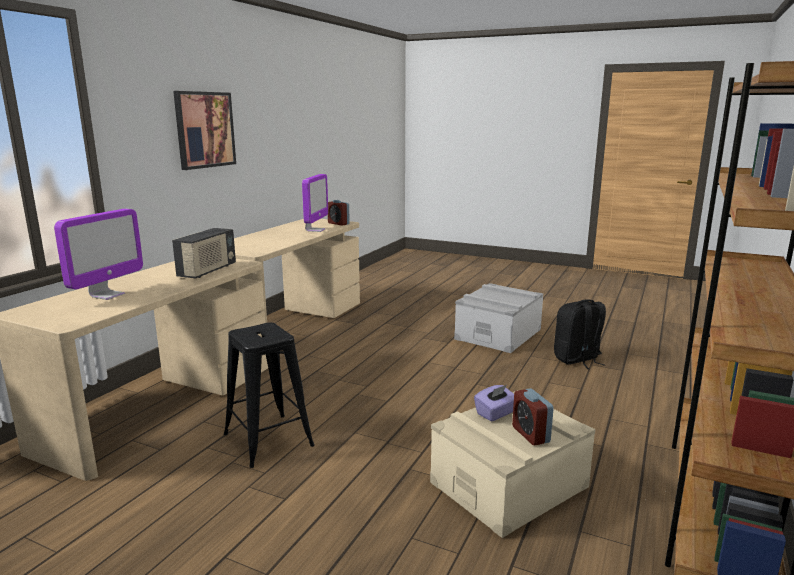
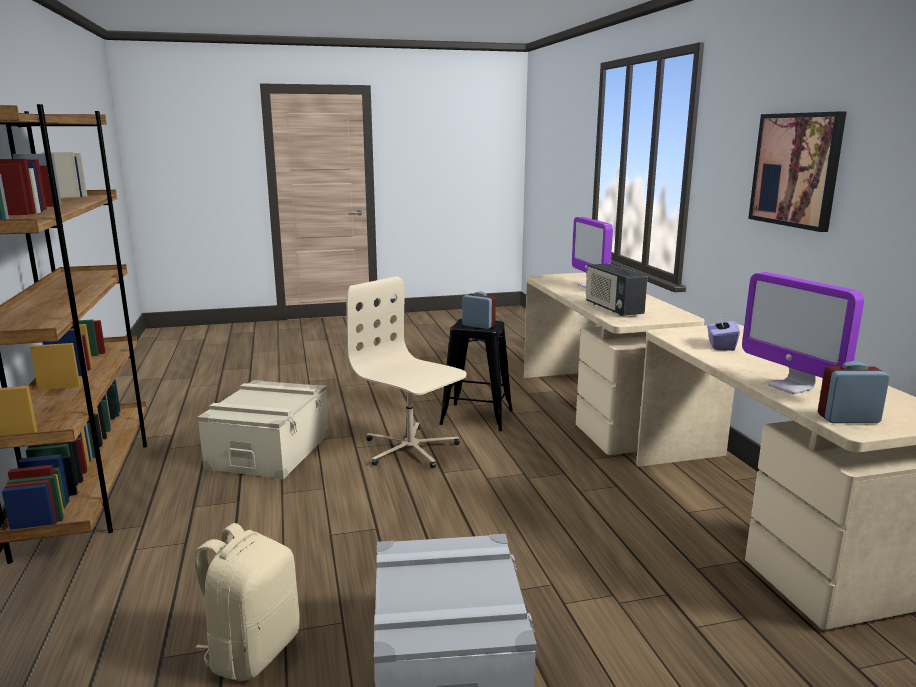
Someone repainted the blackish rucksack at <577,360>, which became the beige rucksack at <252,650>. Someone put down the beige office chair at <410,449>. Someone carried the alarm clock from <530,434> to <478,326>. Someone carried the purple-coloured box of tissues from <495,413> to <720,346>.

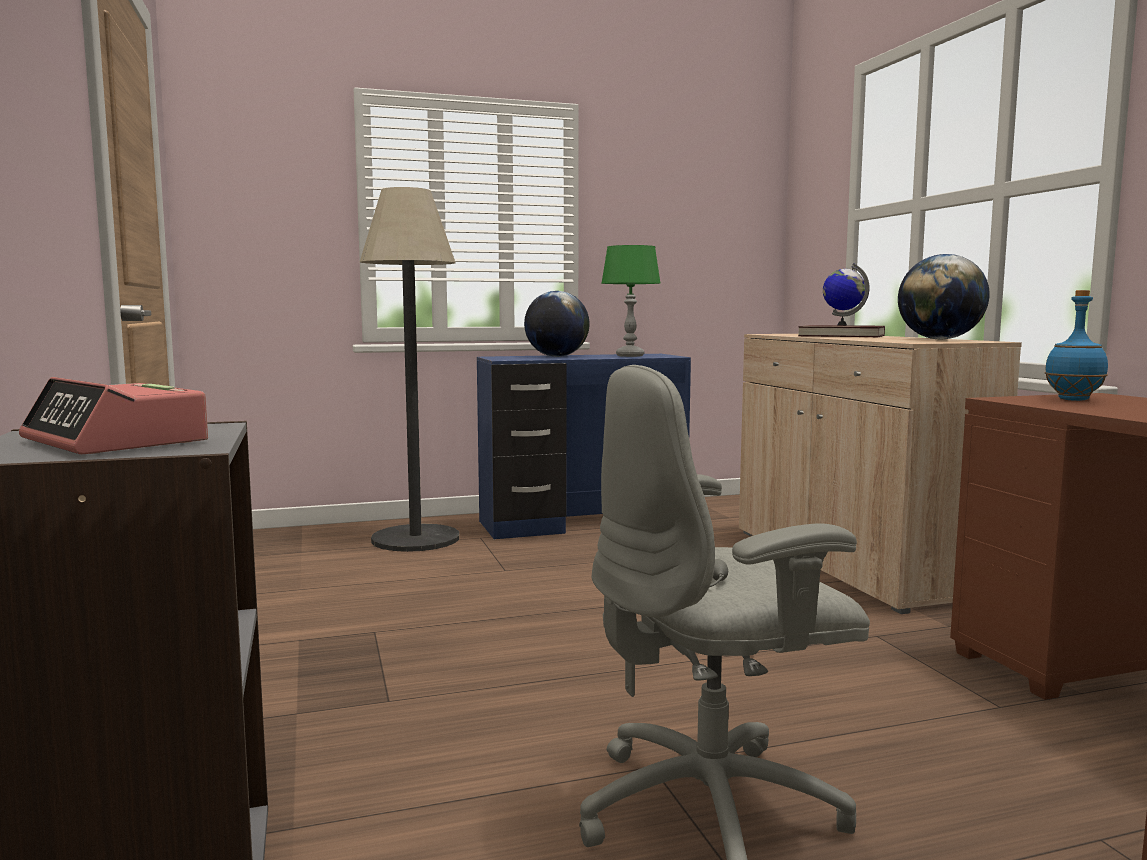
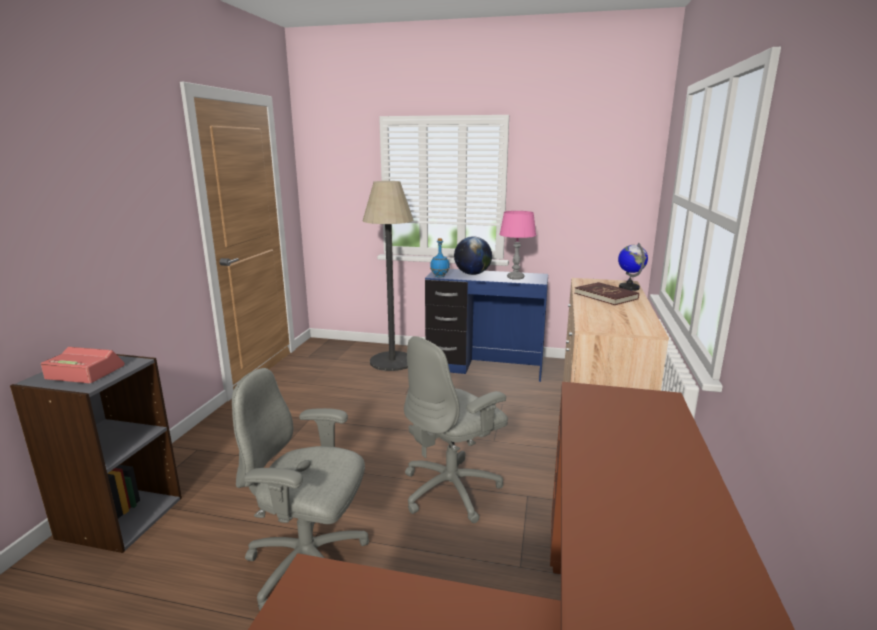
Someone rotated the alarm clock at <116,441> by 120 degrees clockwise. Someone put down the grey office chair at <452,490>. Someone carried the blue drink bottle from <1073,399> to <440,276>. Someone repainted the green tabletop lamp at <629,356>, which became the pinkish tabletop lamp at <515,277>. Someone took away the globe at <940,339>.

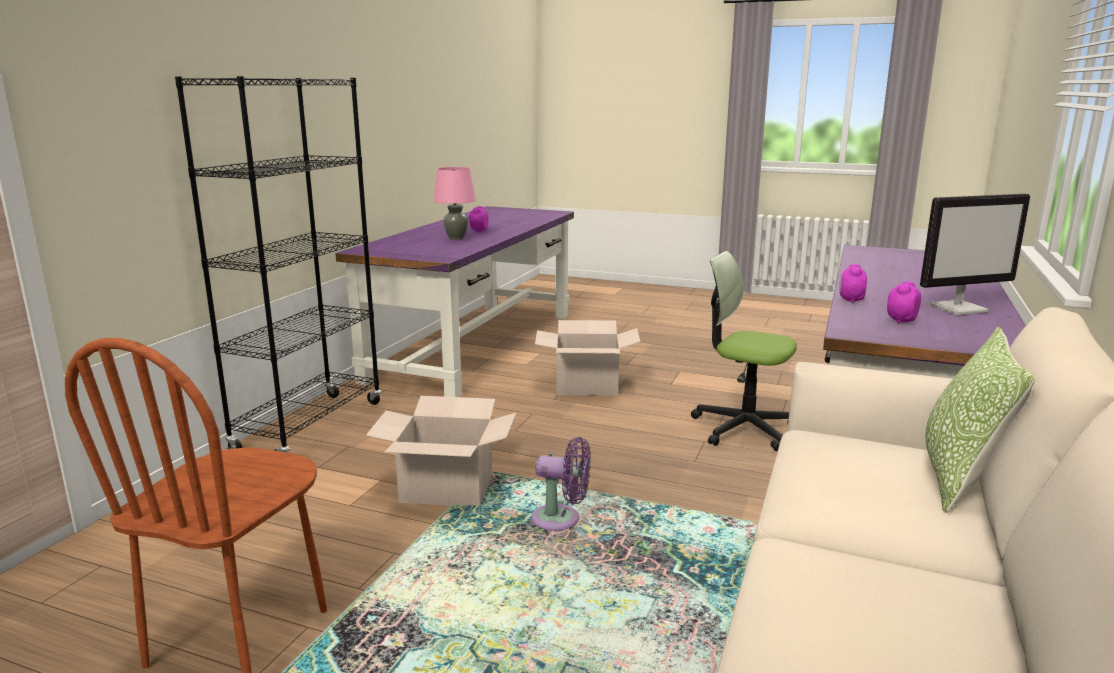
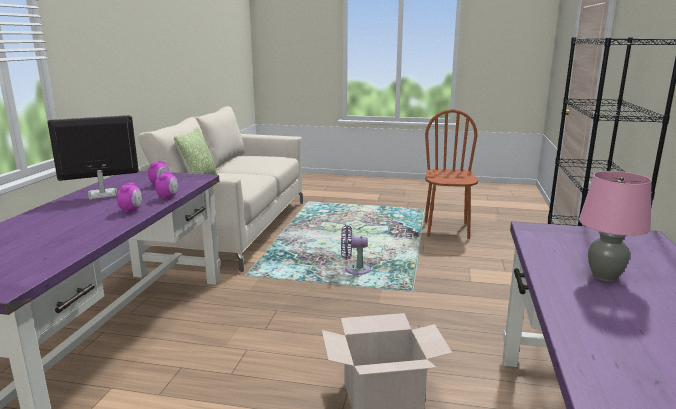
Someone carried the alarm clock from <478,231> to <131,210>. Someone took away the carton at <447,488>. Someone took away the office chair at <743,428>.

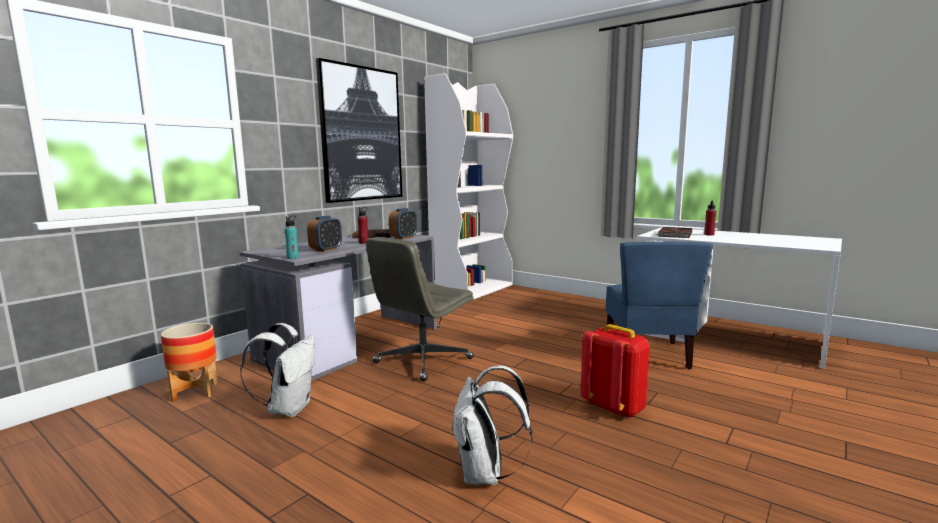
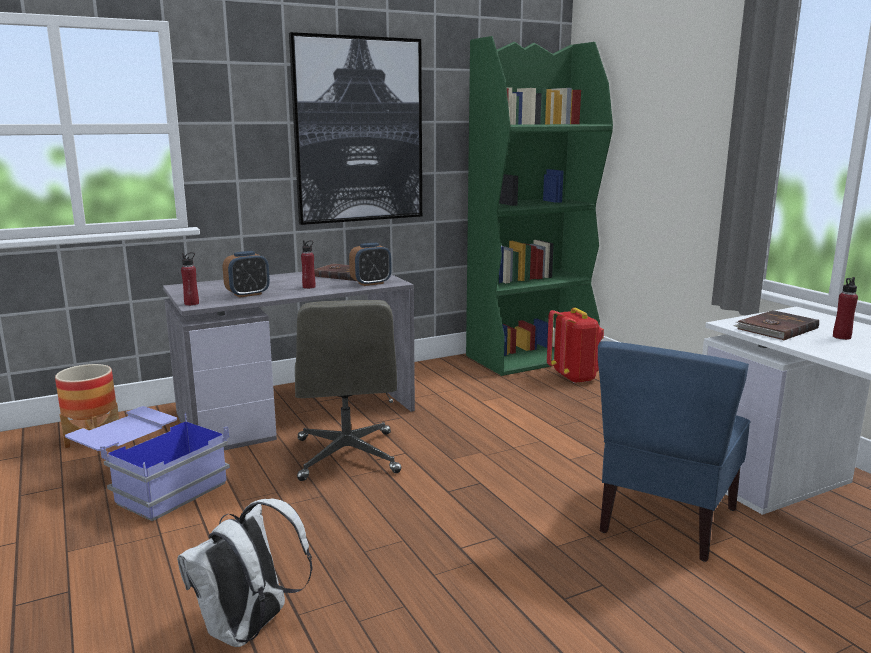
Someone swapped the whitish rucksack at <288,408> for the blue storage box at <151,484>. Someone repainted the turquoise drink bottle at <293,258>, which became the red-coloured drink bottle at <191,303>. Someone rotated the grey office chair at <422,361> by 75 degrees counterclockwise. Someone repainted the whitish shelving unit at <472,289>, which became the green shelving unit at <531,356>. Someone carried the red-coloured rucksack from <614,408> to <574,377>.

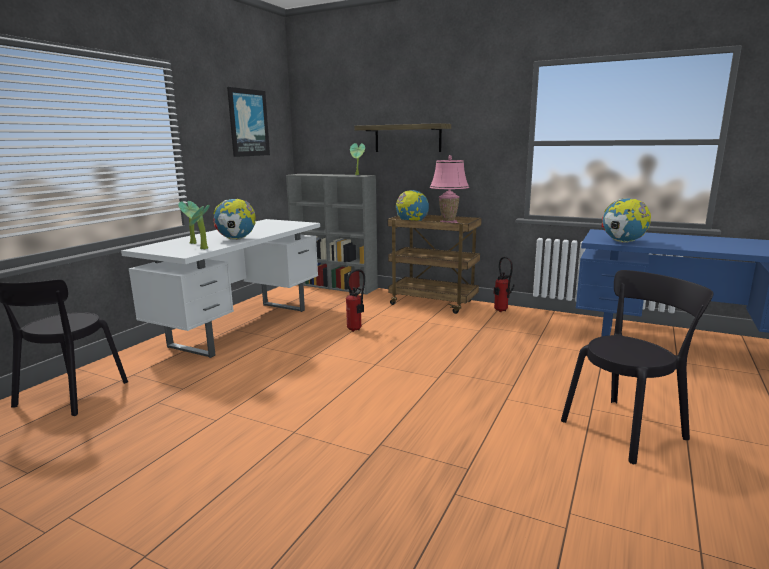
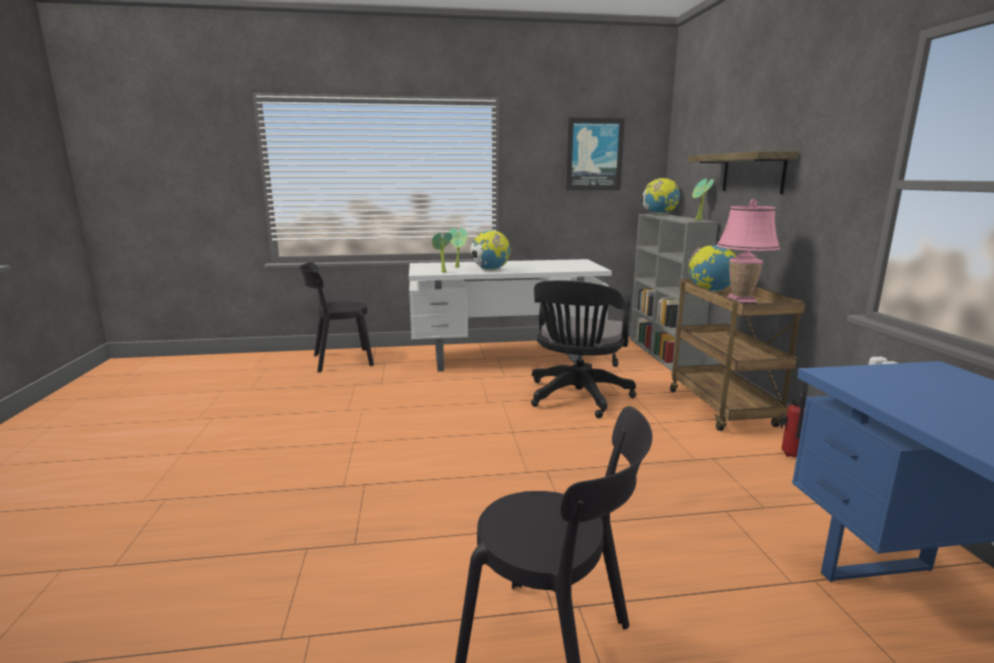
Someone swapped the fire-fighting cylinder at <357,329> for the blackish office chair at <577,398>. Someone carried the globe from <623,242> to <659,214>.

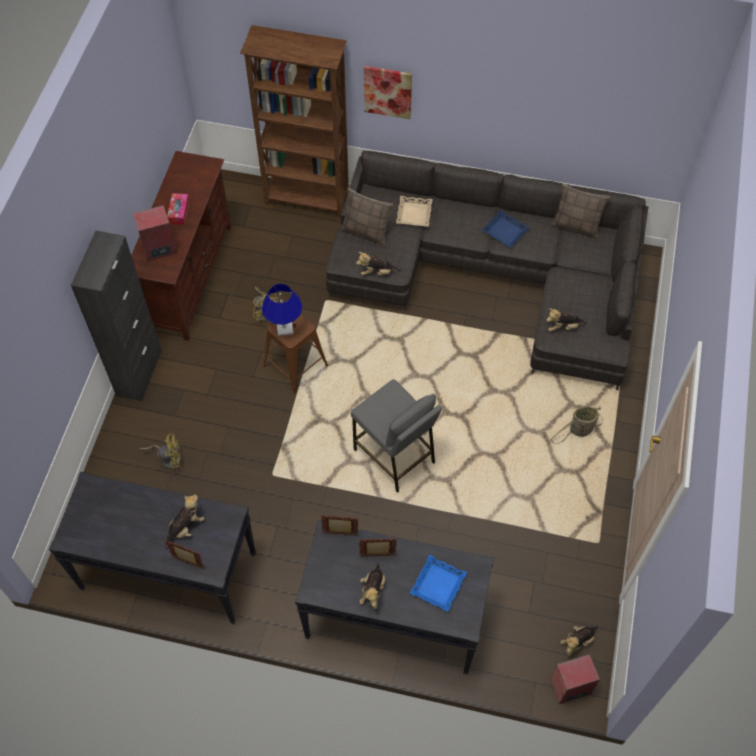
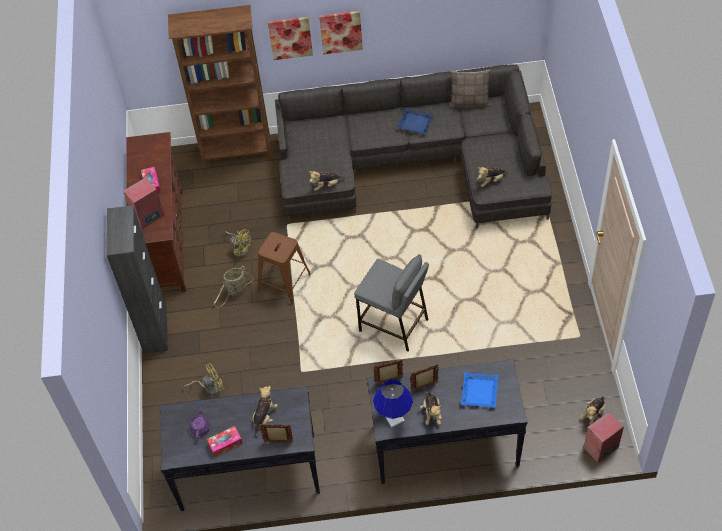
Someone put down the purple-coloured tea pot at <200,428>. Someone put down the box of tissues at <225,443>. Someone carried the household basket from <579,430> to <236,291>. Someone put up the picture at <341,32>. Someone carried the blue tabletop lamp from <284,328> to <394,418>. Someone took away the cushion at <366,232>. Someone took away the beige serving tray at <413,214>.

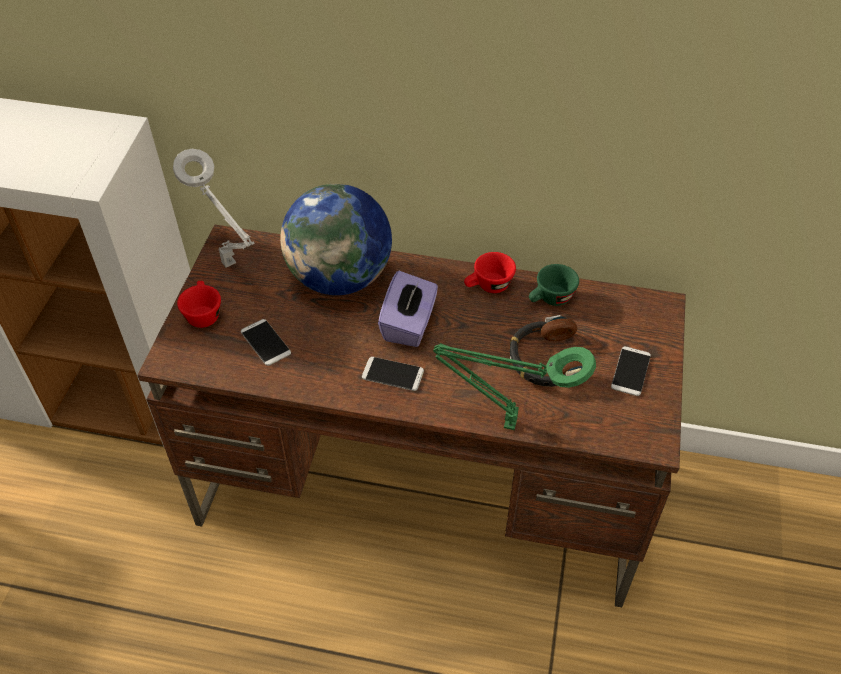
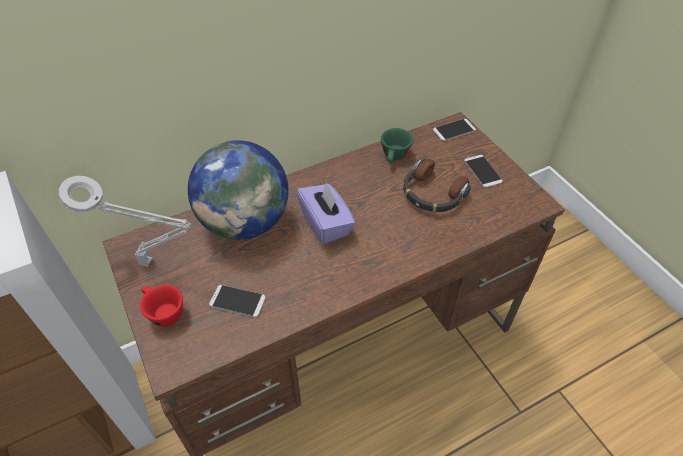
Someone carried the telephone from <393,374> to <454,130>. Someone took away the green tabletop lamp at <505,423>. Someone took away the red-coloured cup at <488,286>.

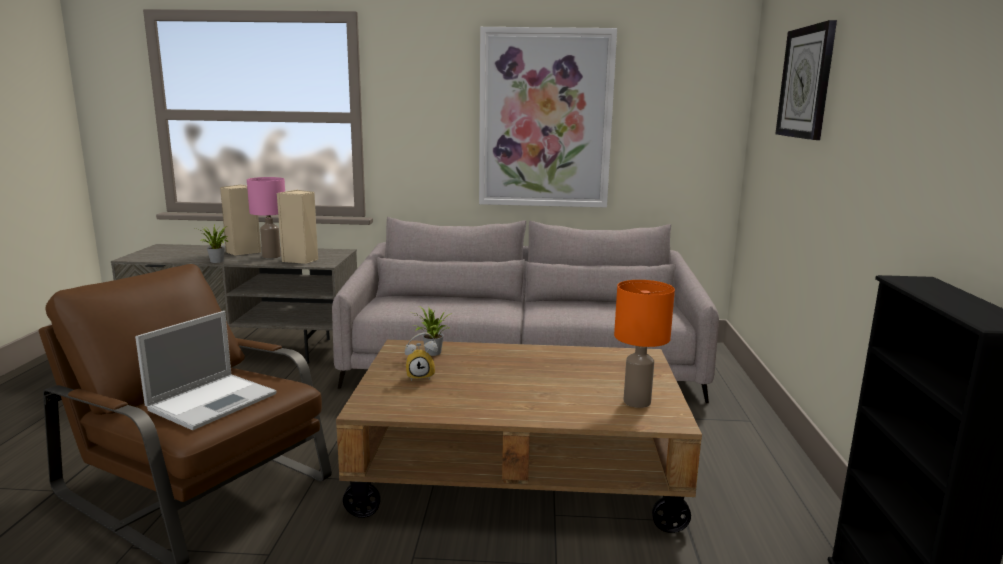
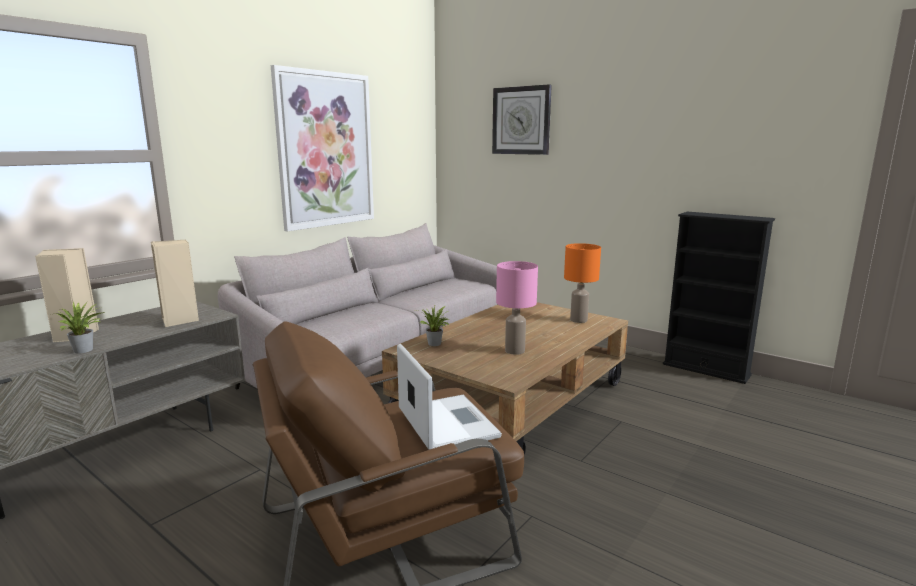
Someone carried the pinkish tabletop lamp from <271,256> to <514,351>. Someone took away the alarm clock at <421,376>.

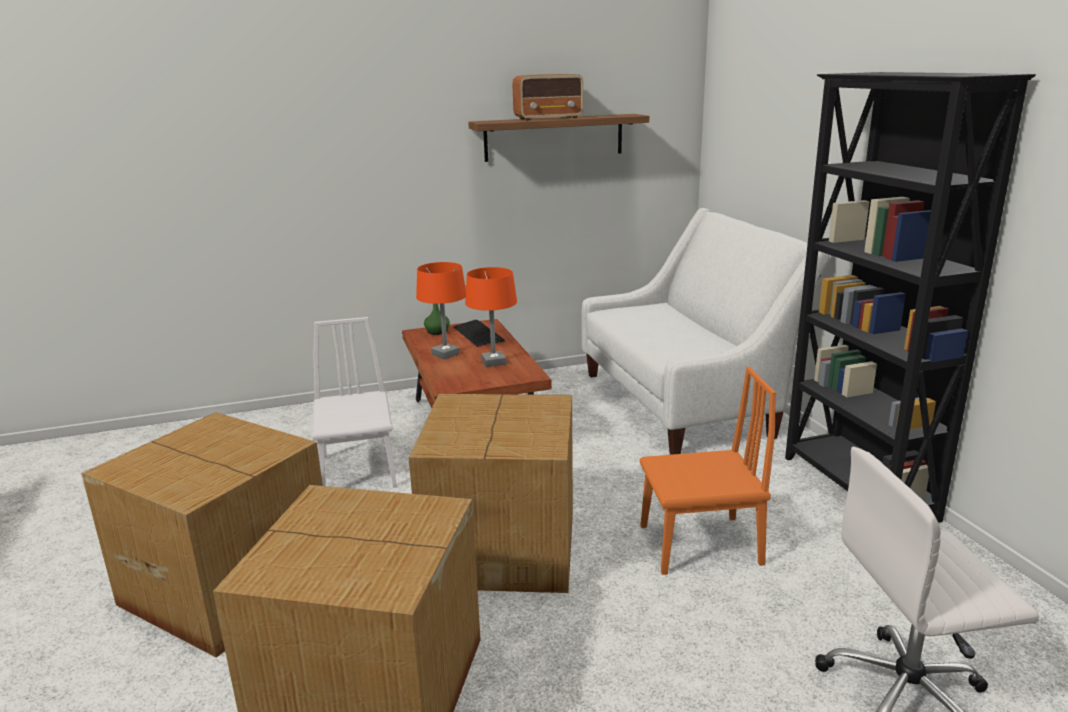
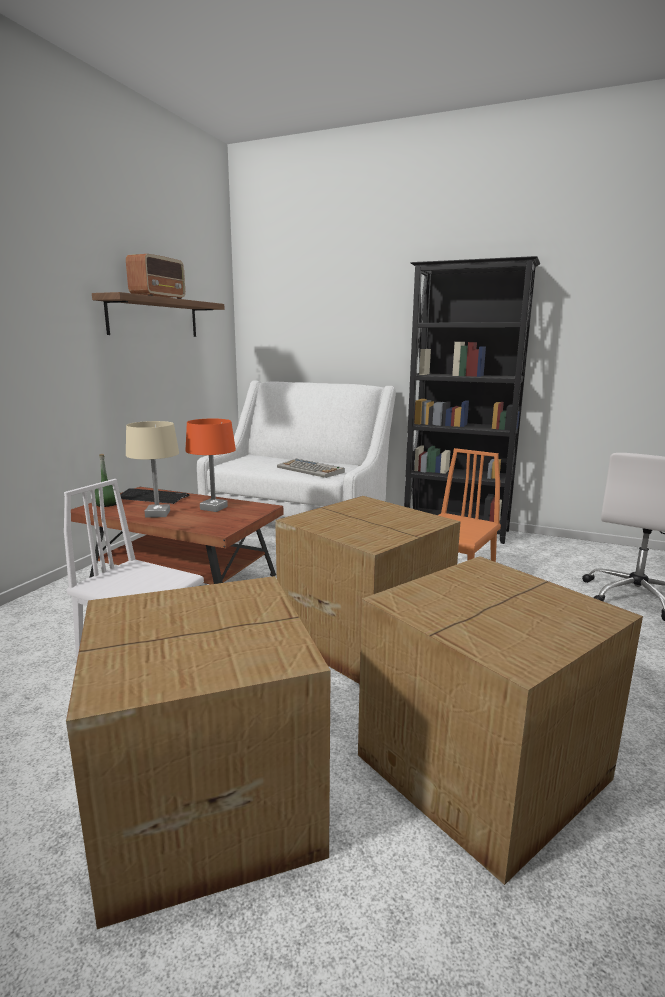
Someone repainted the orange-coloured tabletop lamp at <445,354>, which became the beige tabletop lamp at <157,514>. Someone put down the computer keyboard at <311,470>.

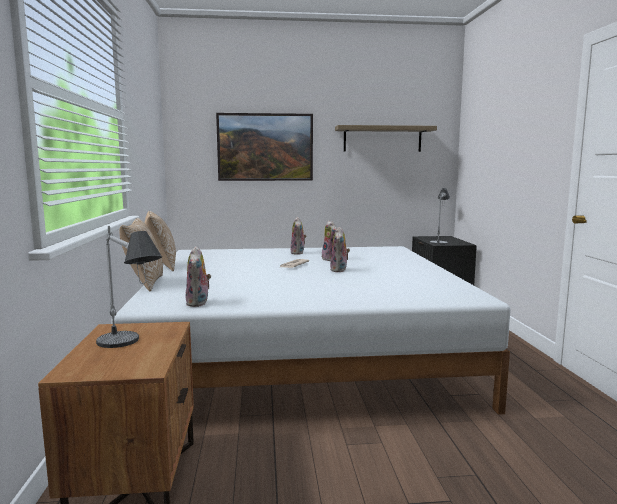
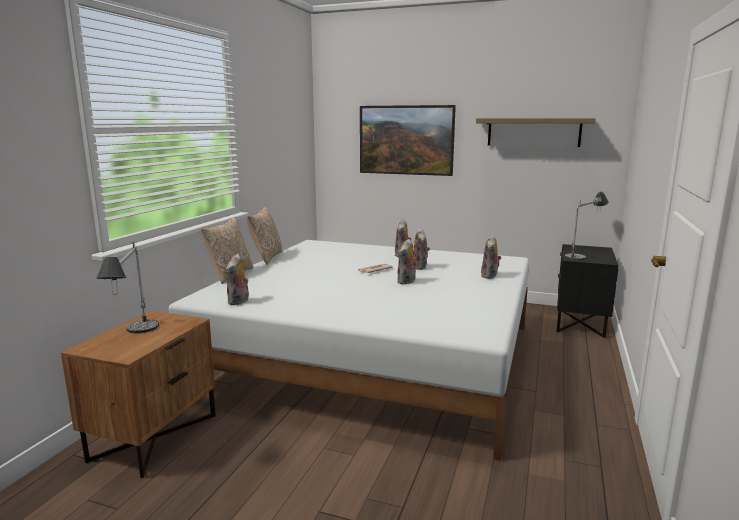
Someone put down the plush toy at <490,276>.

